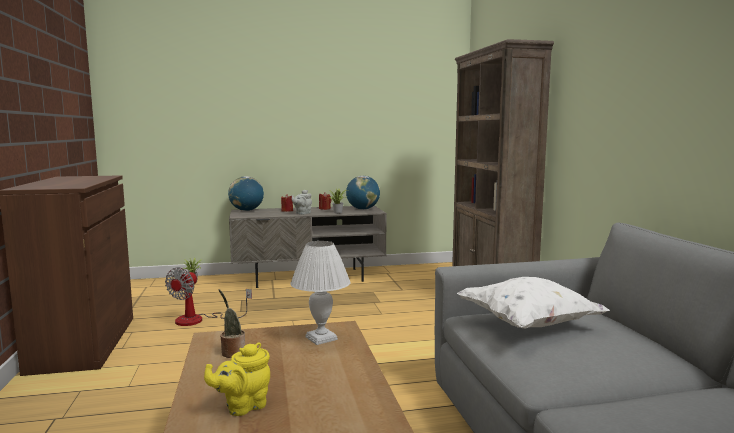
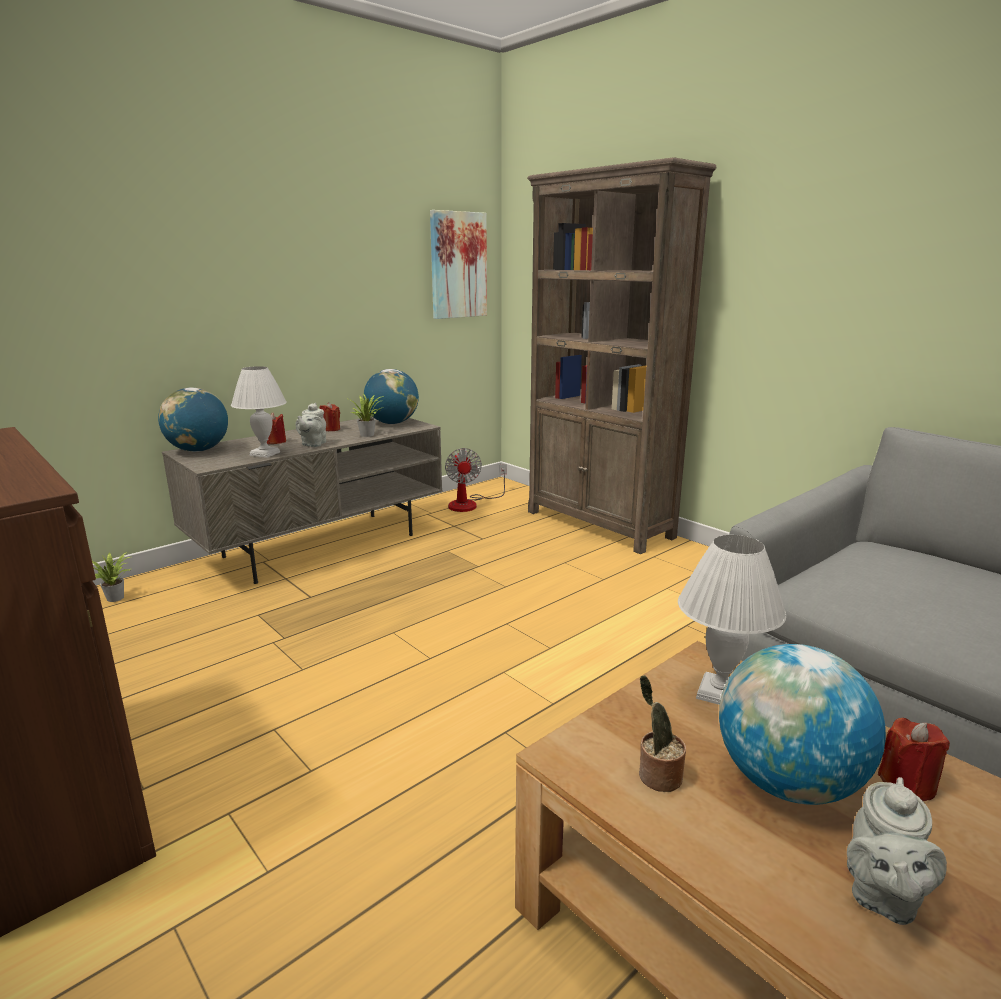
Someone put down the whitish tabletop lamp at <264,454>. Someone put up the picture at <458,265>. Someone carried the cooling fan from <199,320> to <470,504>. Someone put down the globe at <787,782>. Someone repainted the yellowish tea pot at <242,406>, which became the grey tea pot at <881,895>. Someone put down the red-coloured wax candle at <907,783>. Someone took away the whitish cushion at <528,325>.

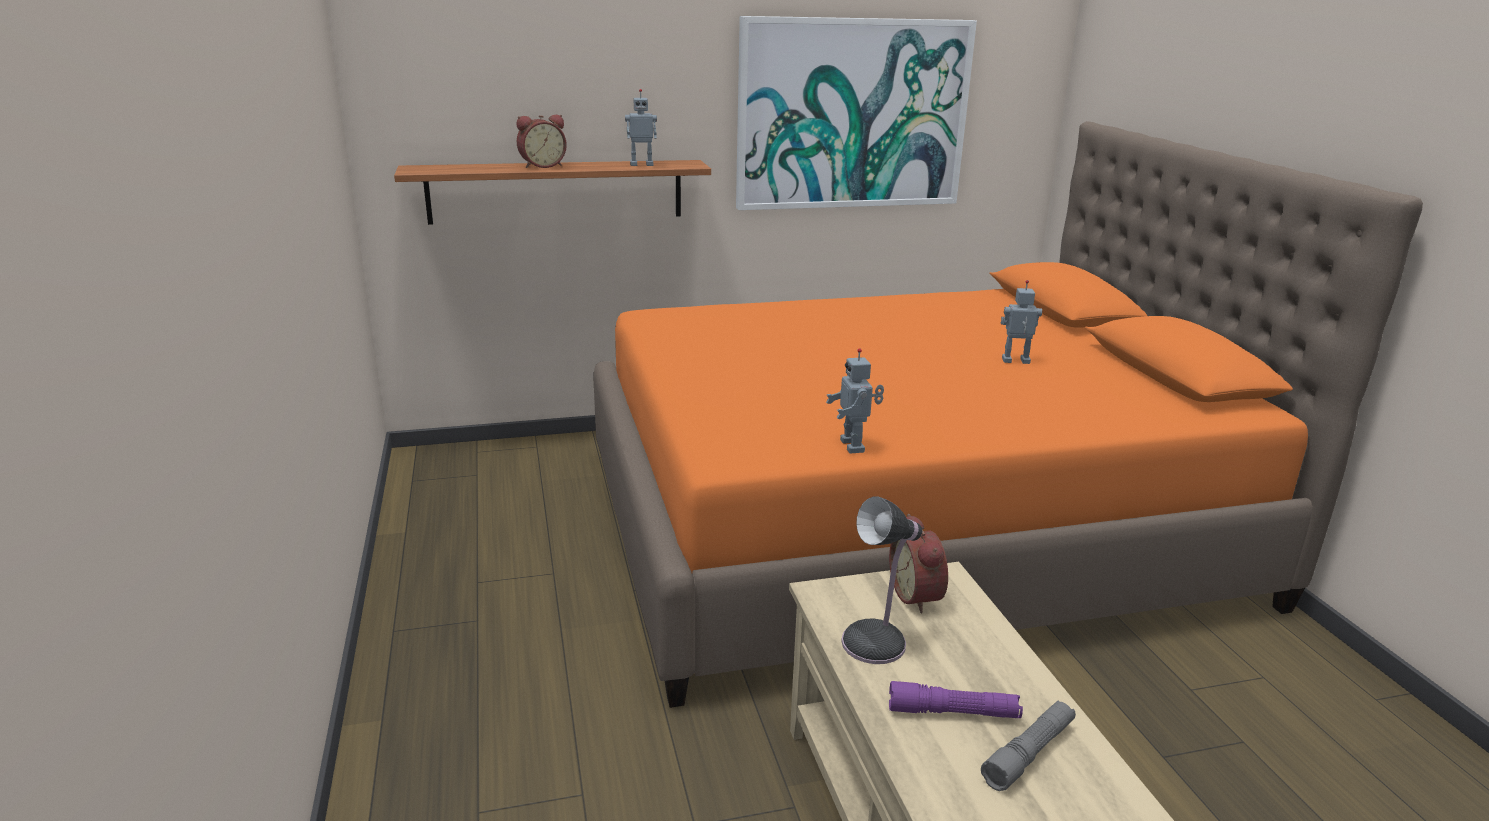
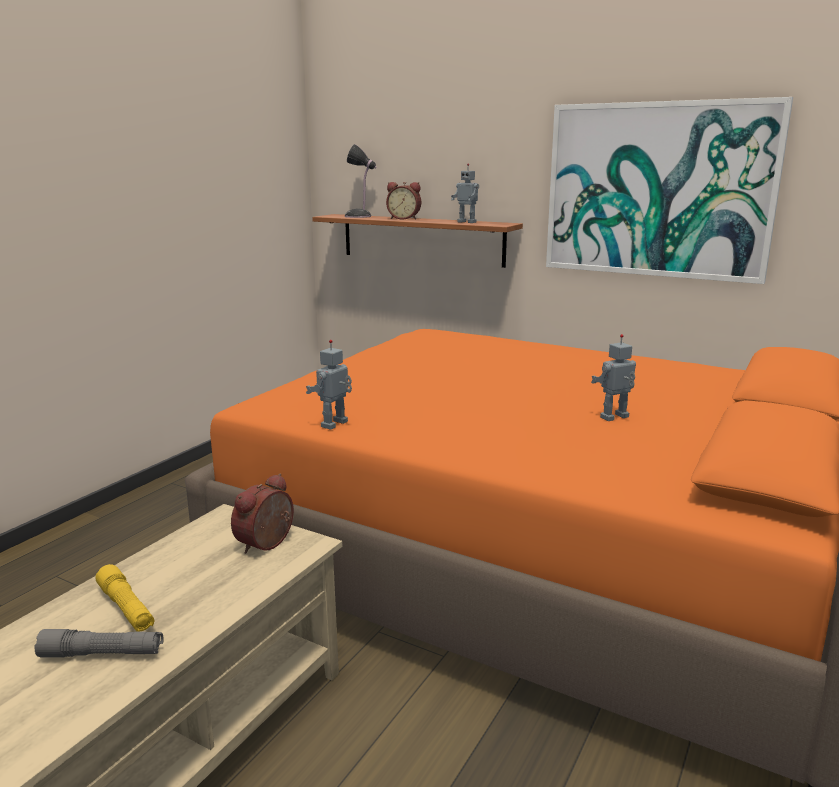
Someone repainted the purple-coloured flashlight at <953,712>, which became the yellowish flashlight at <126,608>. Someone carried the tabletop lamp from <877,642> to <359,216>. Someone rotated the toy robot at <1016,361> by 75 degrees counterclockwise.

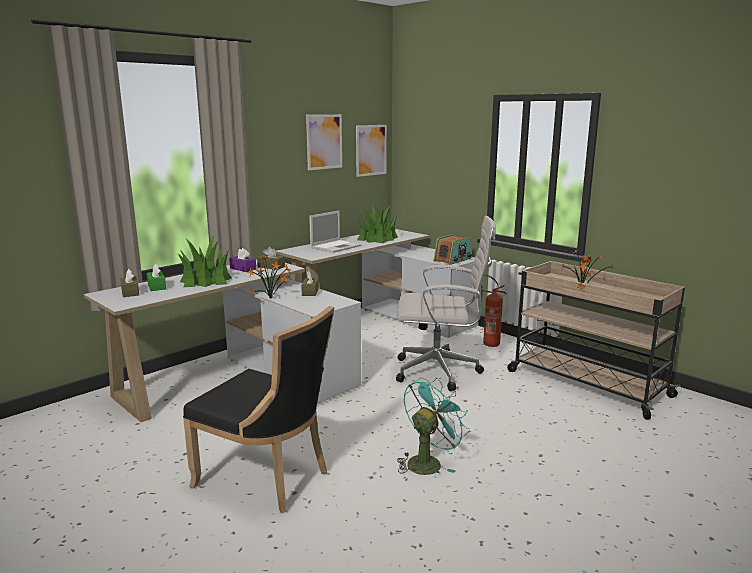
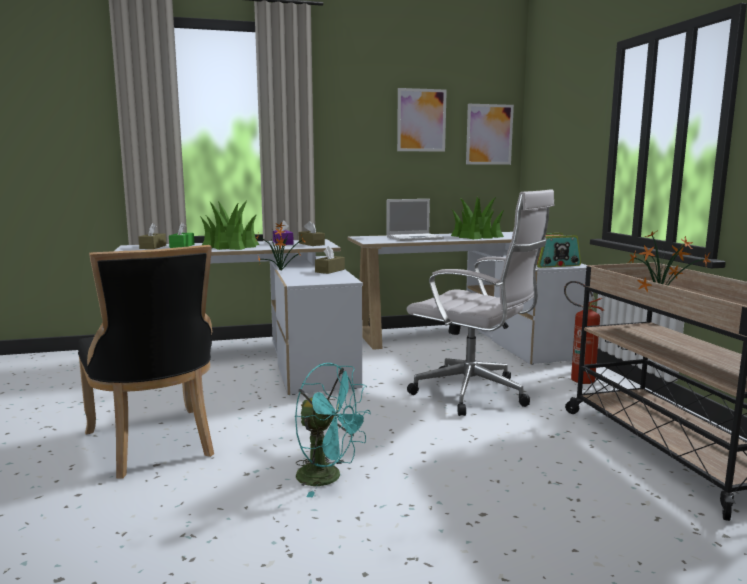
Someone rotated the turquoise cooling fan at <428,462> by 45 degrees clockwise.

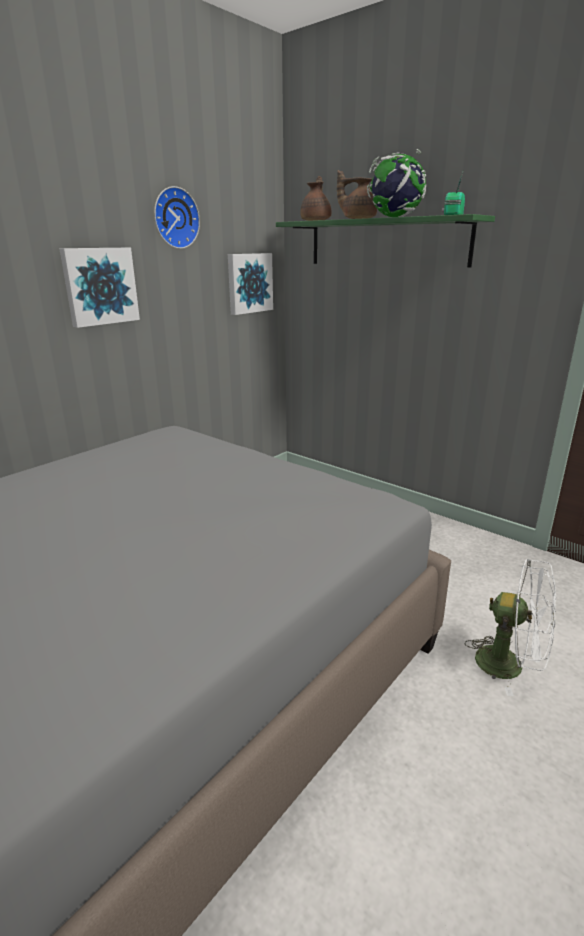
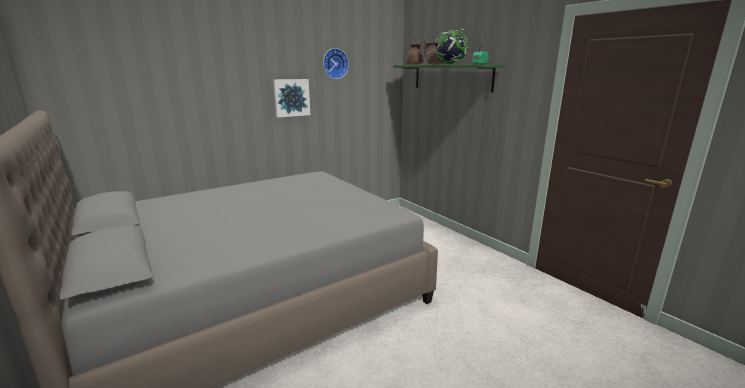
Someone took away the picture at <249,283>. Someone took away the whitish cooling fan at <510,665>.

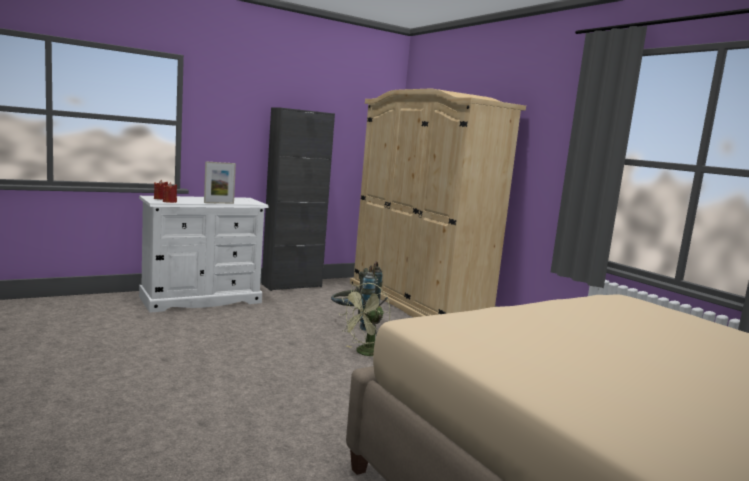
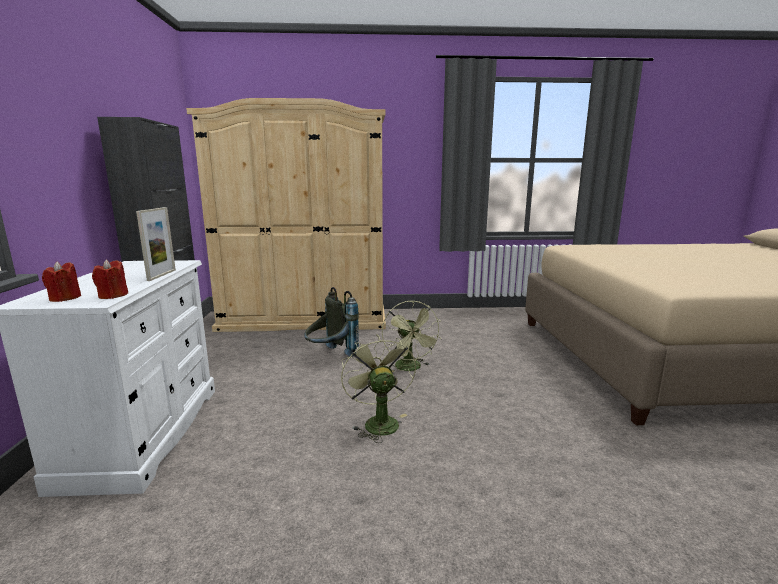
Someone put down the green cooling fan at <378,422>.

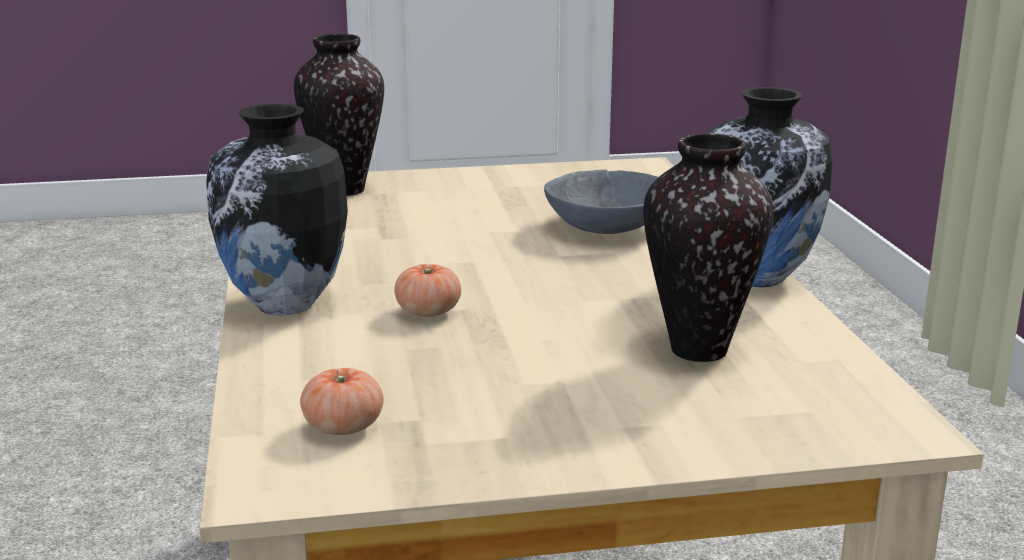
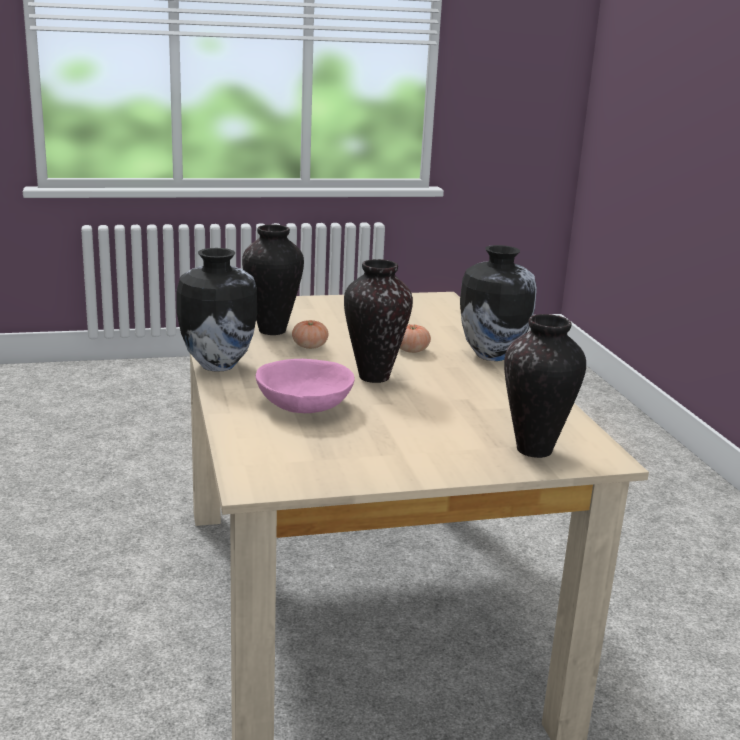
Someone repainted the grey bowl at <607,228>, which became the pinkish bowl at <304,405>. Someone carried the tomato from <343,427> to <309,346>. Someone put down the decorative vase at <374,377>.

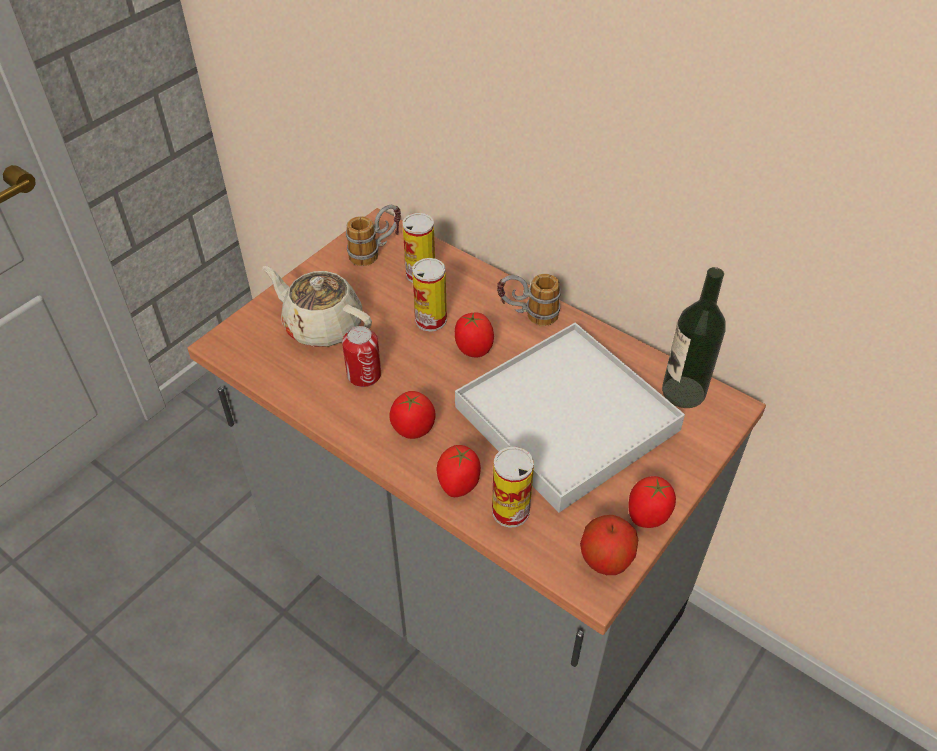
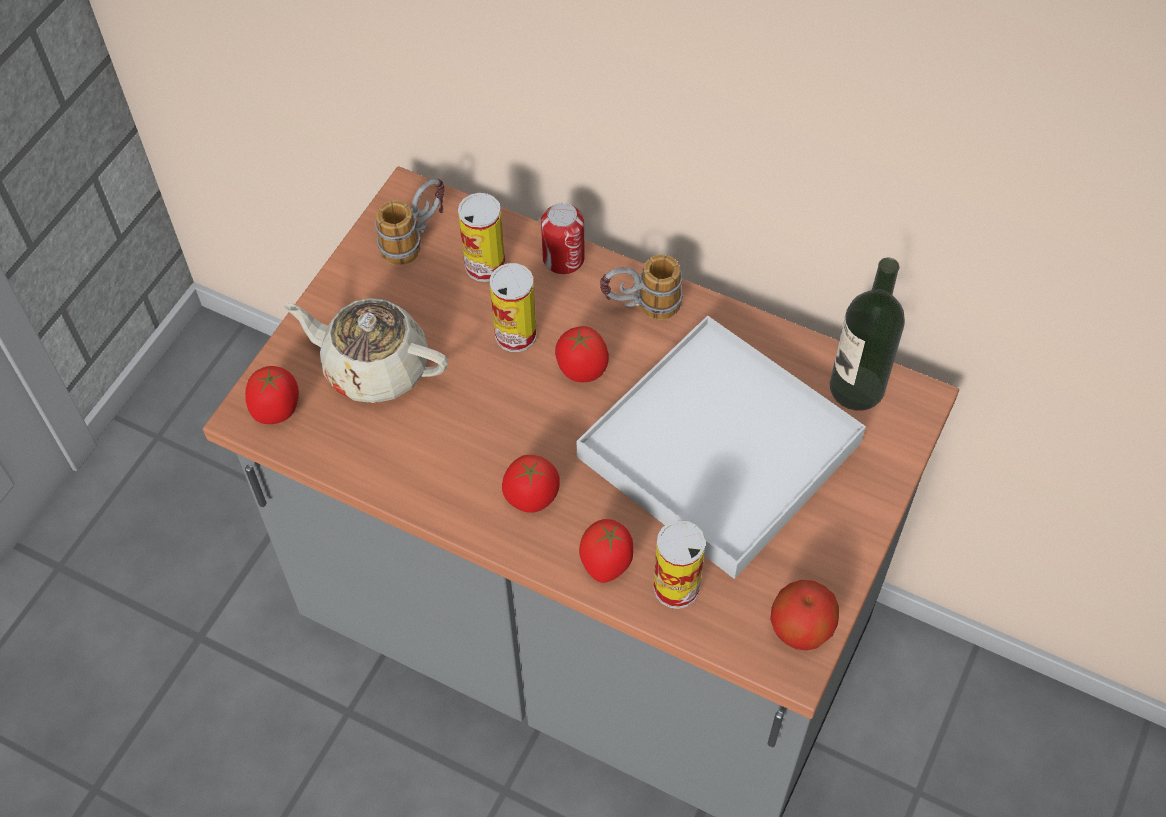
Someone carried the tomato from <648,516> to <277,411>. Someone carried the can from <364,375> to <563,259>.

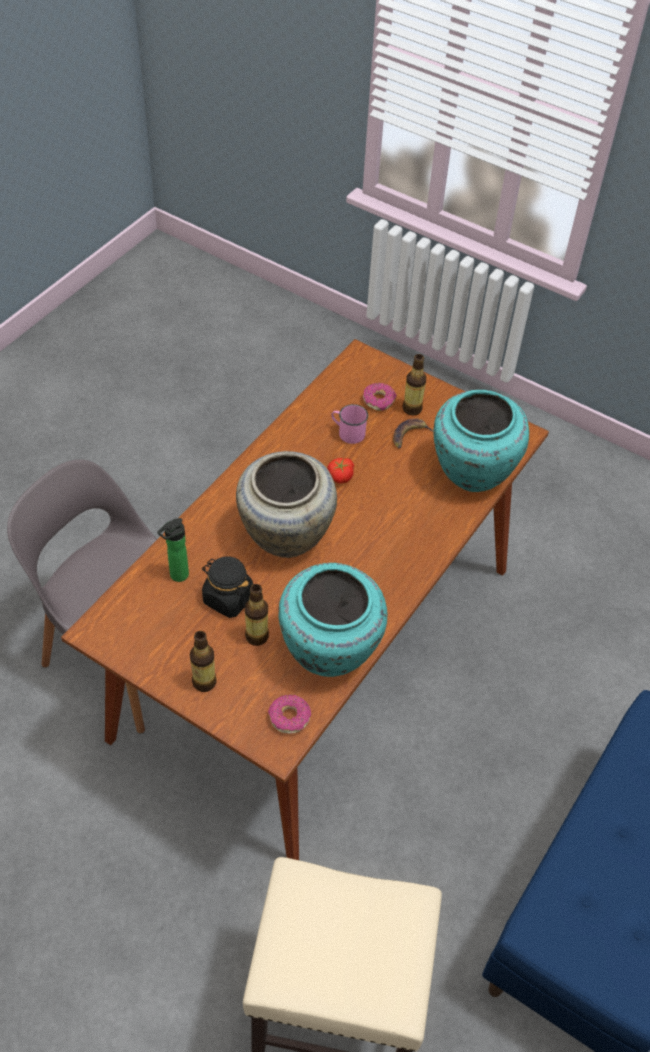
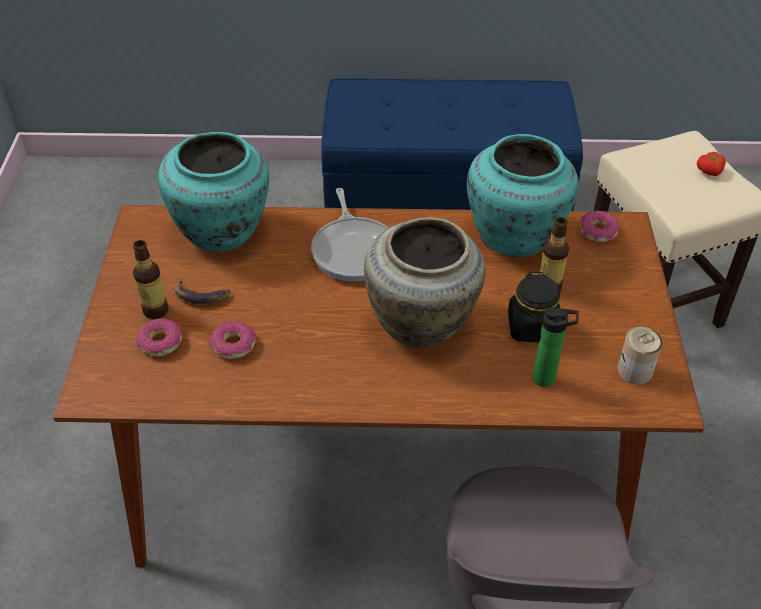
Someone swapped the pinkish tea mug at <348,433> for the ring doughnut at <233,345>. Someone put down the pan at <354,250>. Someone put down the can at <635,370>. Someone carried the tomato from <340,476> to <710,171>. Someone took away the drink bottle at <204,682>.

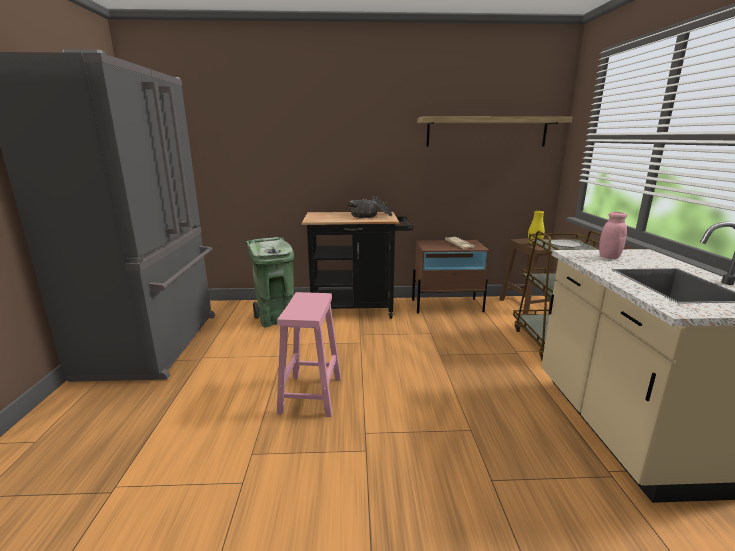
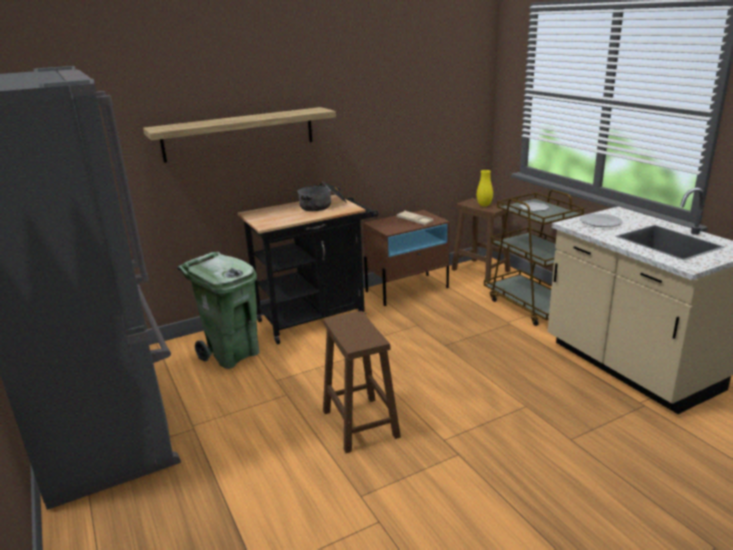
Someone carried the shelf from <486,132> to <239,134>. Someone repainted the pinkish stool seat at <311,395>, which became the brown-coloured stool seat at <361,424>. Someone swapped the pinkish jar at <609,257> for the dinner plate at <600,222>.

